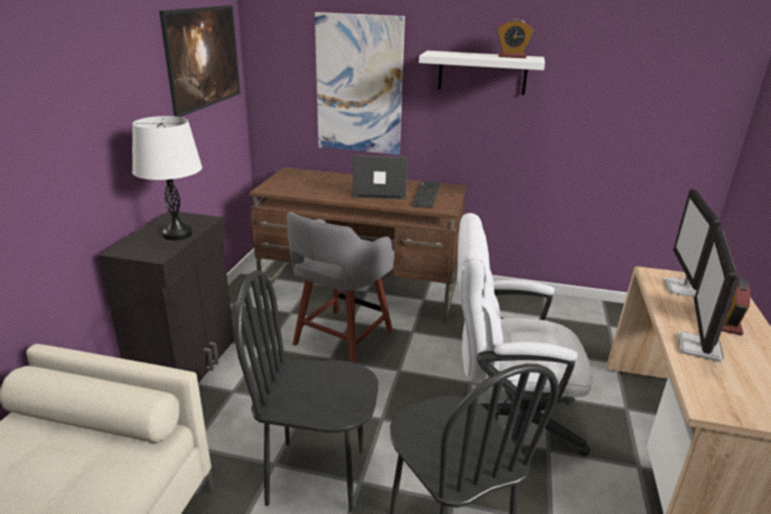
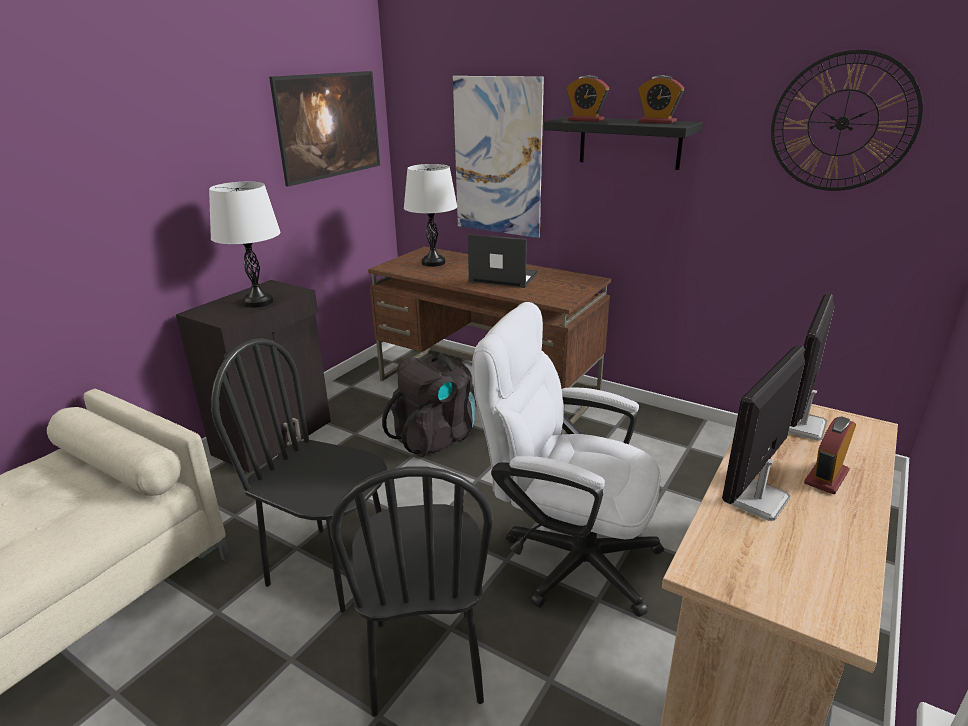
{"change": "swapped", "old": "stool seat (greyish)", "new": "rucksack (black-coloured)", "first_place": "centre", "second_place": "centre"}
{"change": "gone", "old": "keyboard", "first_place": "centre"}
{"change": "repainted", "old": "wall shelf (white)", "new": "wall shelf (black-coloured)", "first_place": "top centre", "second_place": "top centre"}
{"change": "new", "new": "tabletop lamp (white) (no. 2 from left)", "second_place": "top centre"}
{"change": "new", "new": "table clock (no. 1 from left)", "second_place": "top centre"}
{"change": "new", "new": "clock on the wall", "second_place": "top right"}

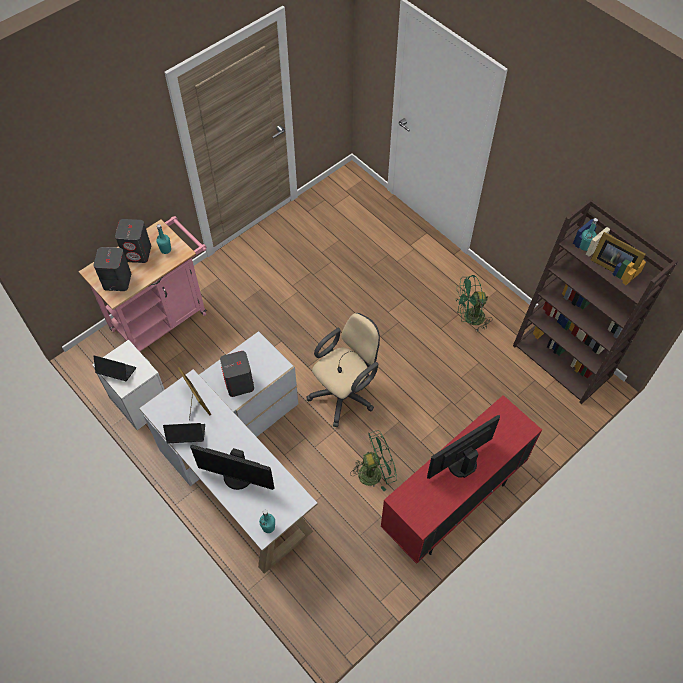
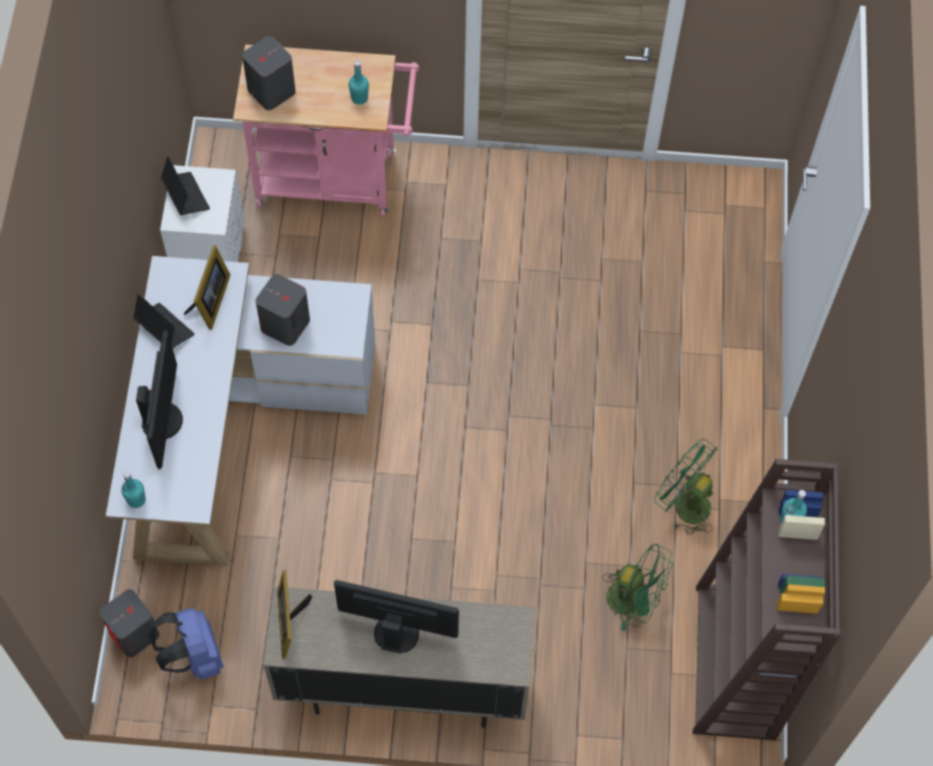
{"change": "shifted", "old": "loudspeaker (greyish) (no. 2 from left in the first image)", "new": "loudspeaker (greyish) (no. 1 from left)", "first_place": "middle left", "second_place": "bottom left"}
{"change": "rotated", "old": "computer display (no. 1 from left)", "first_place": "bottom centre", "second_place": "middle left", "degrees": -150}
{"change": "gone", "old": "office chair (beige-coloured)", "first_place": "centre"}
{"change": "shifted", "old": "cooling fan (green-coloured) (no. 1 from left)", "first_place": "bottom centre", "second_place": "bottom right"}
{"change": "repainted", "old": "storage cabinet (reddish)", "new": "storage cabinet (beige-coloured)", "first_place": "bottom right", "second_place": "bottom centre"}
{"change": "shifted", "old": "photo frame (no. 2 from left)", "first_place": "middle right", "second_place": "bottom left"}
{"change": "new", "new": "rucksack (blue)", "second_place": "bottom left"}

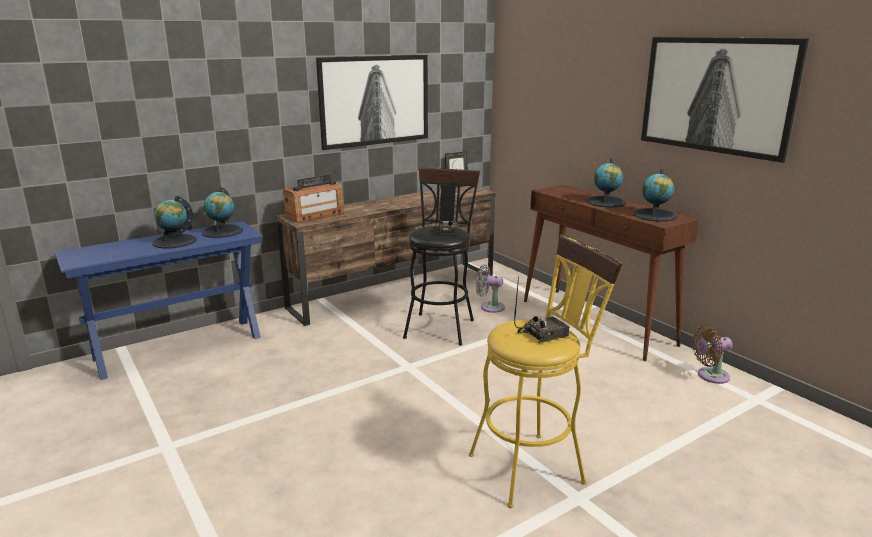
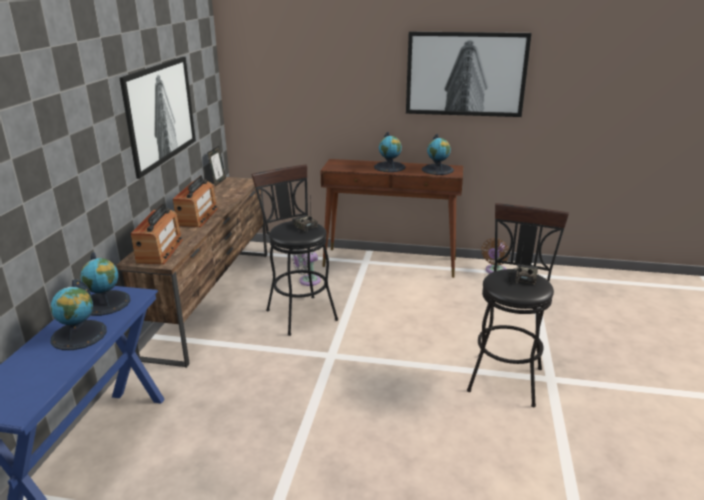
{"change": "repainted", "old": "stool seat (yellow-coloured)", "new": "stool seat (black-coloured) (no. 2 from left)", "first_place": "bottom centre", "second_place": "middle right"}
{"change": "new", "new": "radio (no. 2 from left)", "second_place": "middle left"}

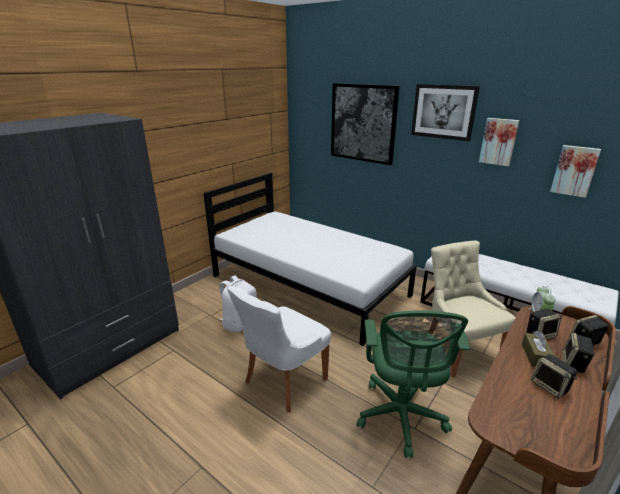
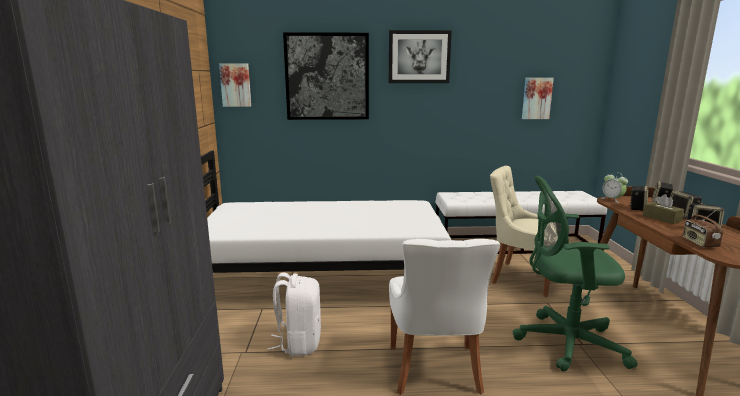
{"change": "rotated", "old": "office chair (green-coloured)", "first_place": "bottom centre", "second_place": "bottom right", "degrees": 135}
{"change": "shifted", "old": "wall picture (no. 3 from left in the first image)", "new": "wall picture (no. 1 from left)", "first_place": "top right", "second_place": "top left"}
{"change": "new", "new": "radio", "second_place": "middle right"}

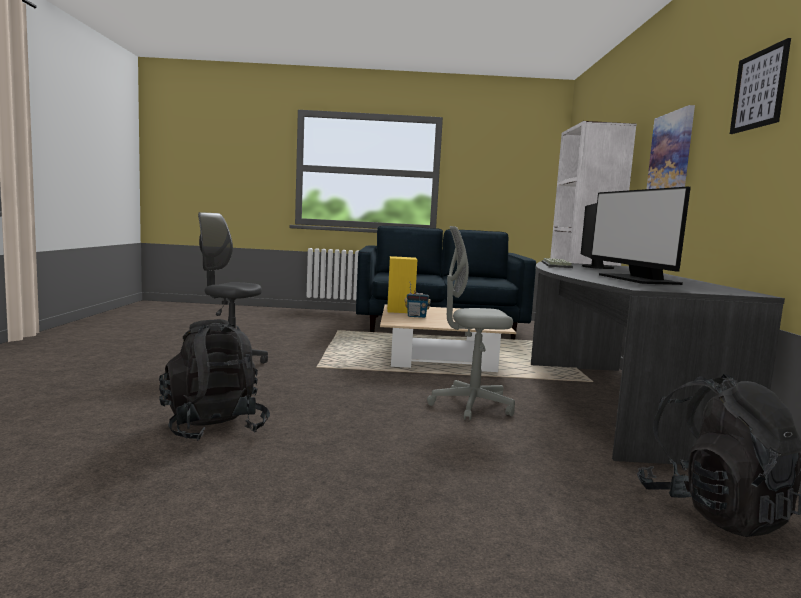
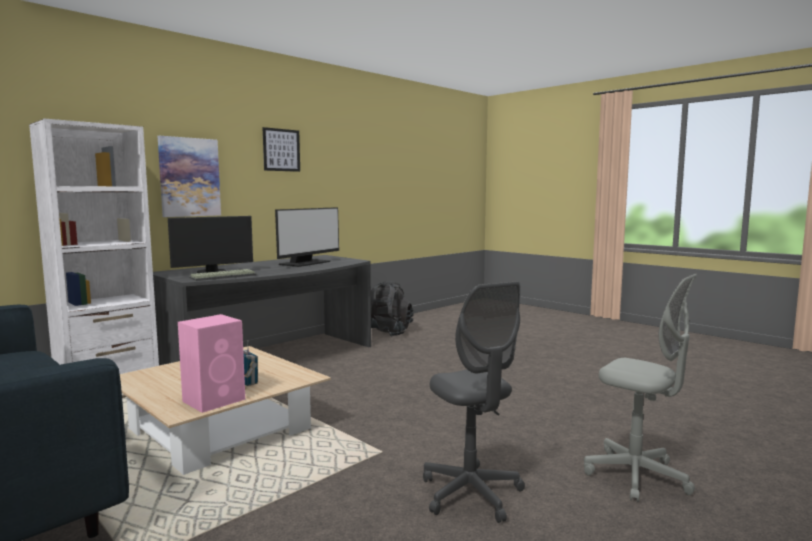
{"change": "gone", "old": "rucksack (black-coloured) (no. 1 from left)", "first_place": "middle left"}
{"change": "repainted", "old": "loudspeaker (yellow-coloured)", "new": "loudspeaker (pink)", "first_place": "centre", "second_place": "bottom left"}
{"change": "shifted", "old": "office chair (greyish) (no. 2 from left)", "first_place": "centre", "second_place": "bottom right"}

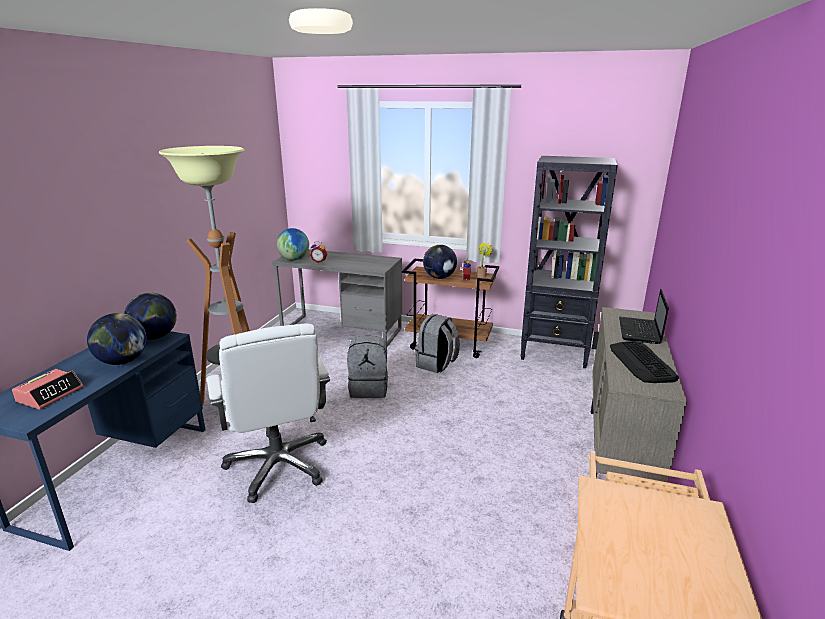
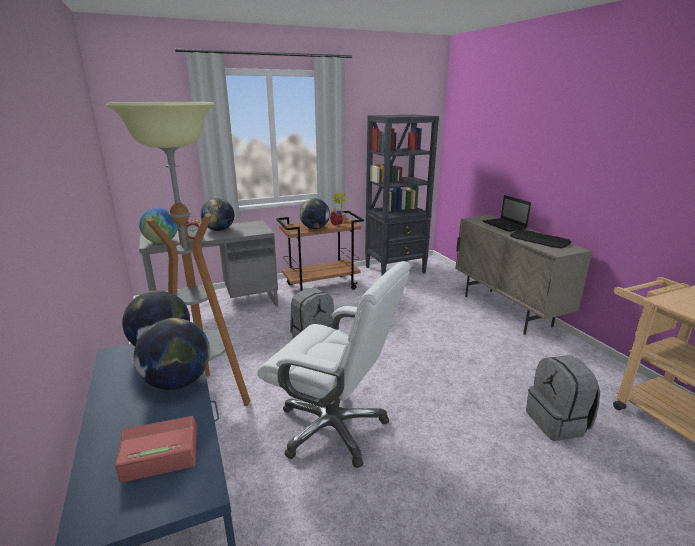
{"change": "rotated", "old": "table clock (no. 1 from left)", "first_place": "middle left", "second_place": "bottom left", "degrees": -90}
{"change": "shifted", "old": "rucksack (greyish) (no. 2 from left)", "first_place": "centre", "second_place": "bottom right"}
{"change": "new", "new": "globe (no. 4 from left)", "second_place": "middle left"}

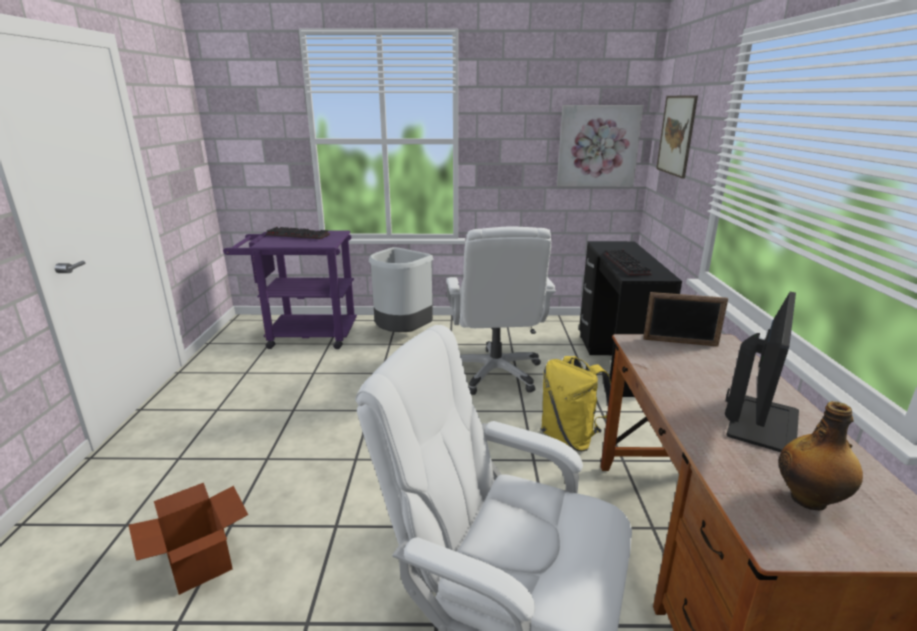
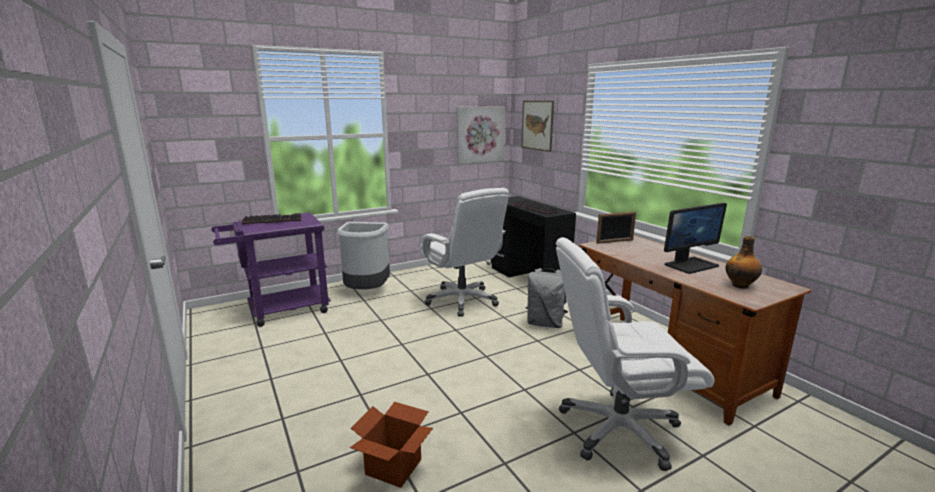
{"change": "repainted", "old": "rucksack (yellow-coloured)", "new": "rucksack (greyish)", "first_place": "centre", "second_place": "centre"}
{"change": "rotated", "old": "computer display", "first_place": "middle right", "second_place": "middle right", "degrees": 60}

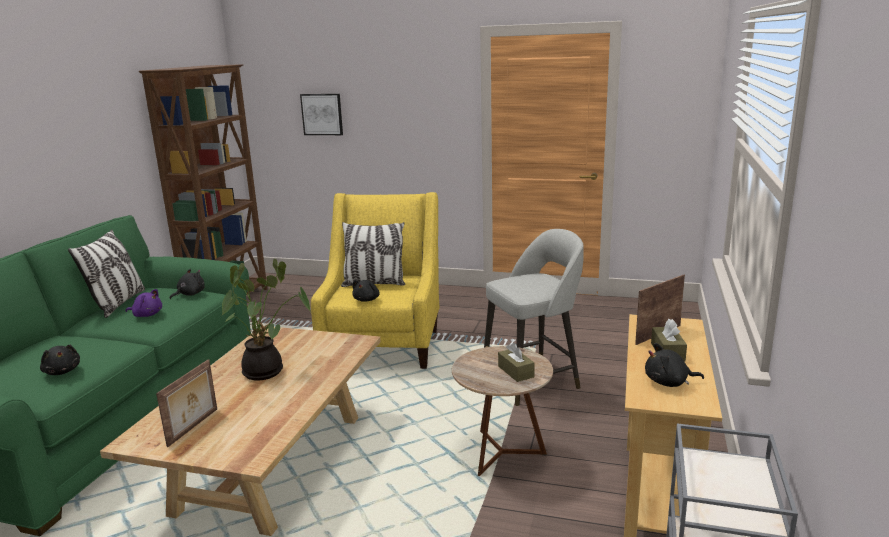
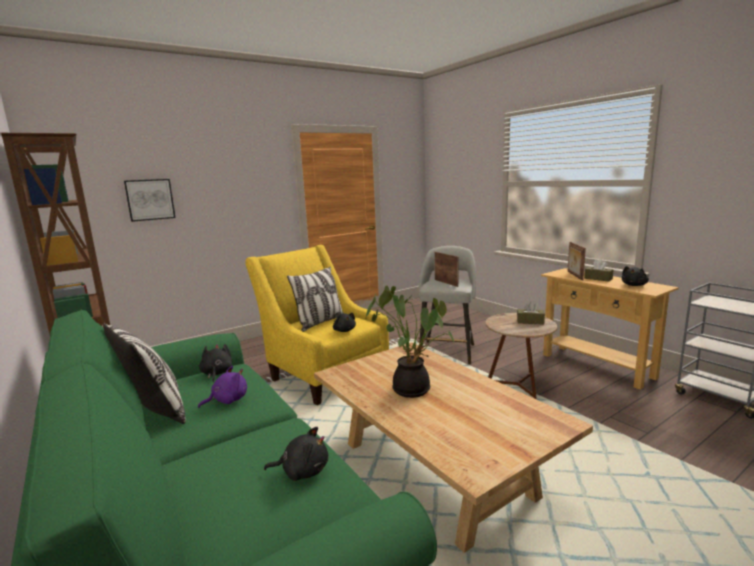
{"change": "shifted", "old": "photo frame (no. 1 from left)", "first_place": "bottom left", "second_place": "centre"}

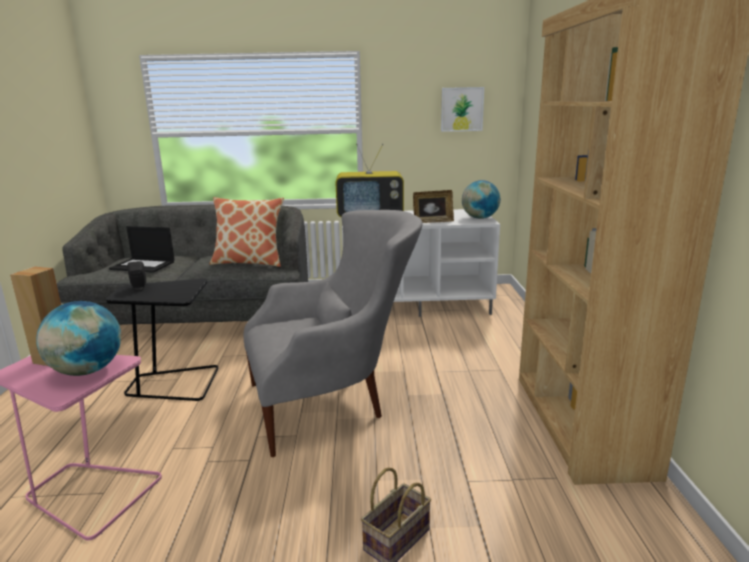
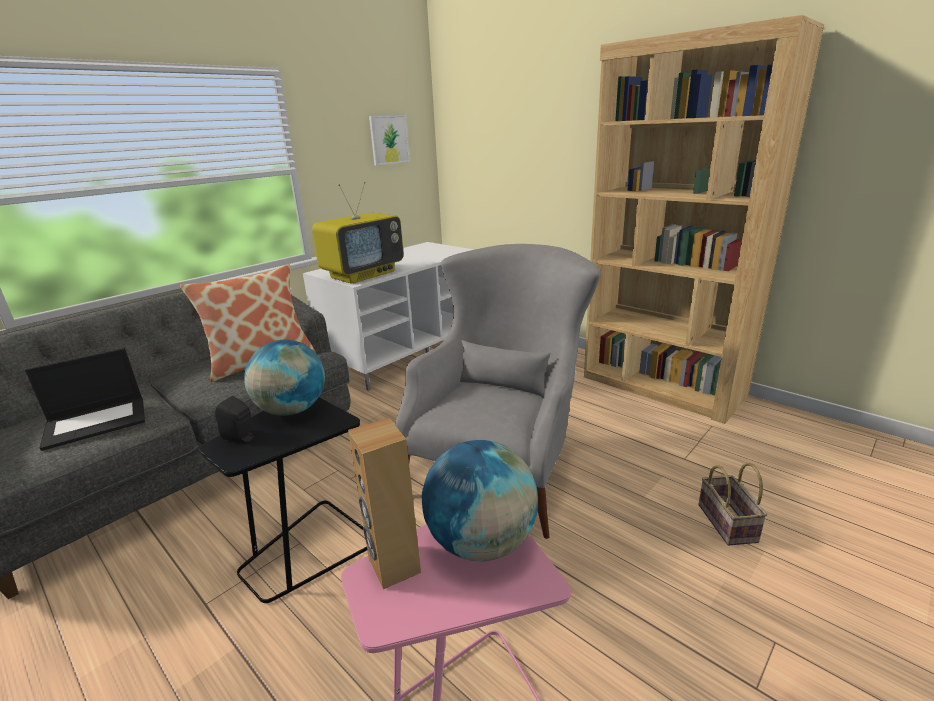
{"change": "gone", "old": "photo frame", "first_place": "centre"}
{"change": "shifted", "old": "globe (no. 2 from left in the first image)", "new": "globe (no. 1 from left)", "first_place": "centre", "second_place": "middle left"}

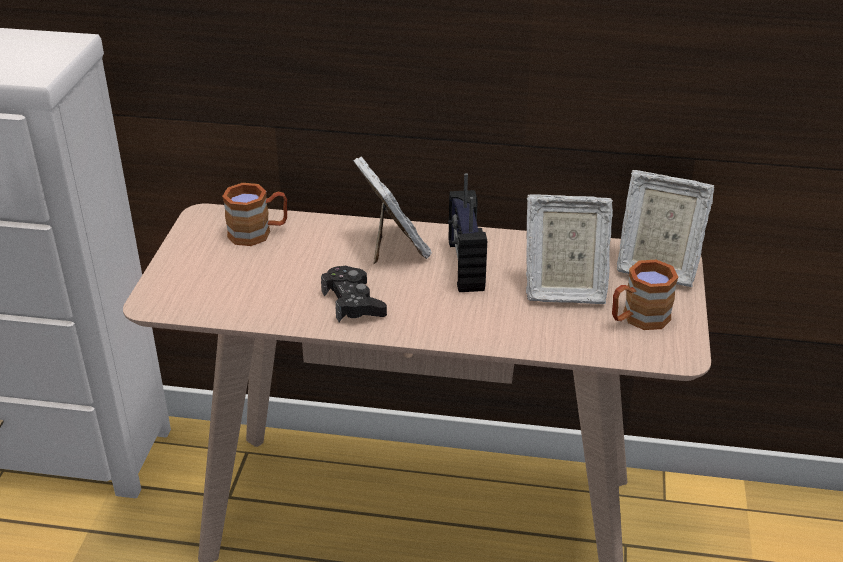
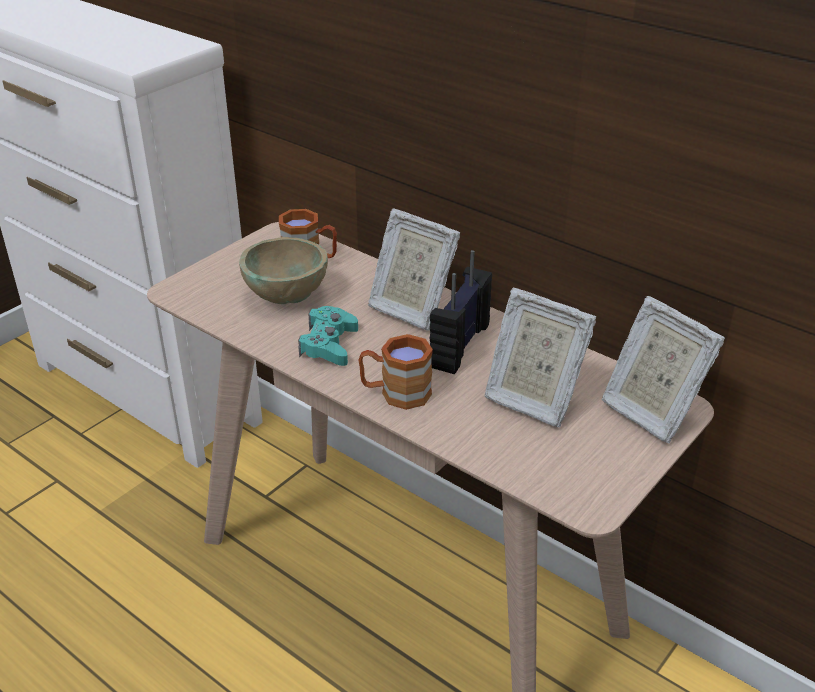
{"change": "repainted", "old": "game controller (black-coloured)", "new": "game controller (turquoise)", "first_place": "centre", "second_place": "centre"}
{"change": "rotated", "old": "photo frame (no. 1 from left)", "first_place": "centre", "second_place": "centre", "degrees": 120}
{"change": "shifted", "old": "mug (brown-coloured) (no. 2 from left)", "first_place": "middle right", "second_place": "centre"}
{"change": "new", "new": "bowl (beige-coloured)", "second_place": "centre"}

